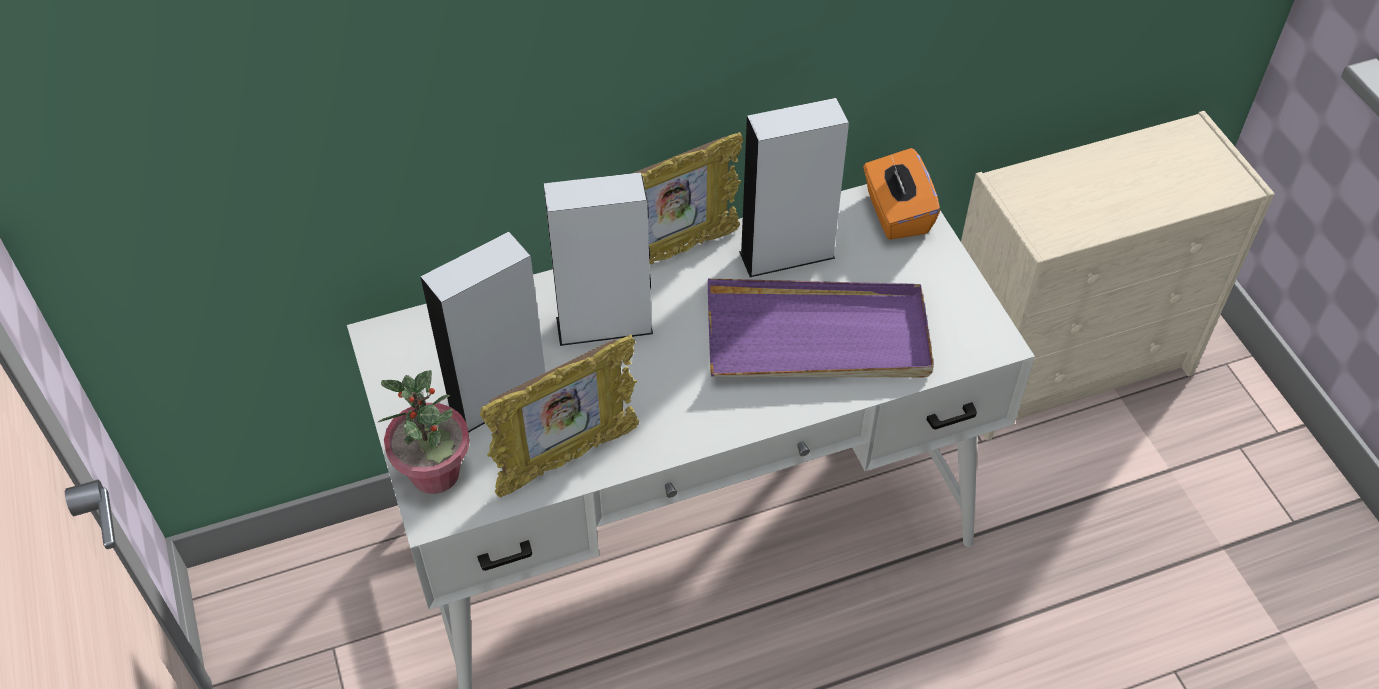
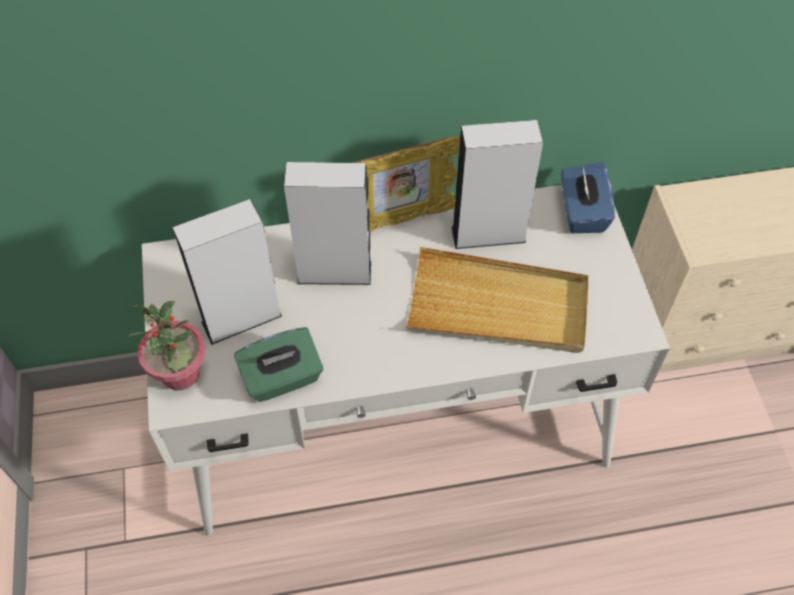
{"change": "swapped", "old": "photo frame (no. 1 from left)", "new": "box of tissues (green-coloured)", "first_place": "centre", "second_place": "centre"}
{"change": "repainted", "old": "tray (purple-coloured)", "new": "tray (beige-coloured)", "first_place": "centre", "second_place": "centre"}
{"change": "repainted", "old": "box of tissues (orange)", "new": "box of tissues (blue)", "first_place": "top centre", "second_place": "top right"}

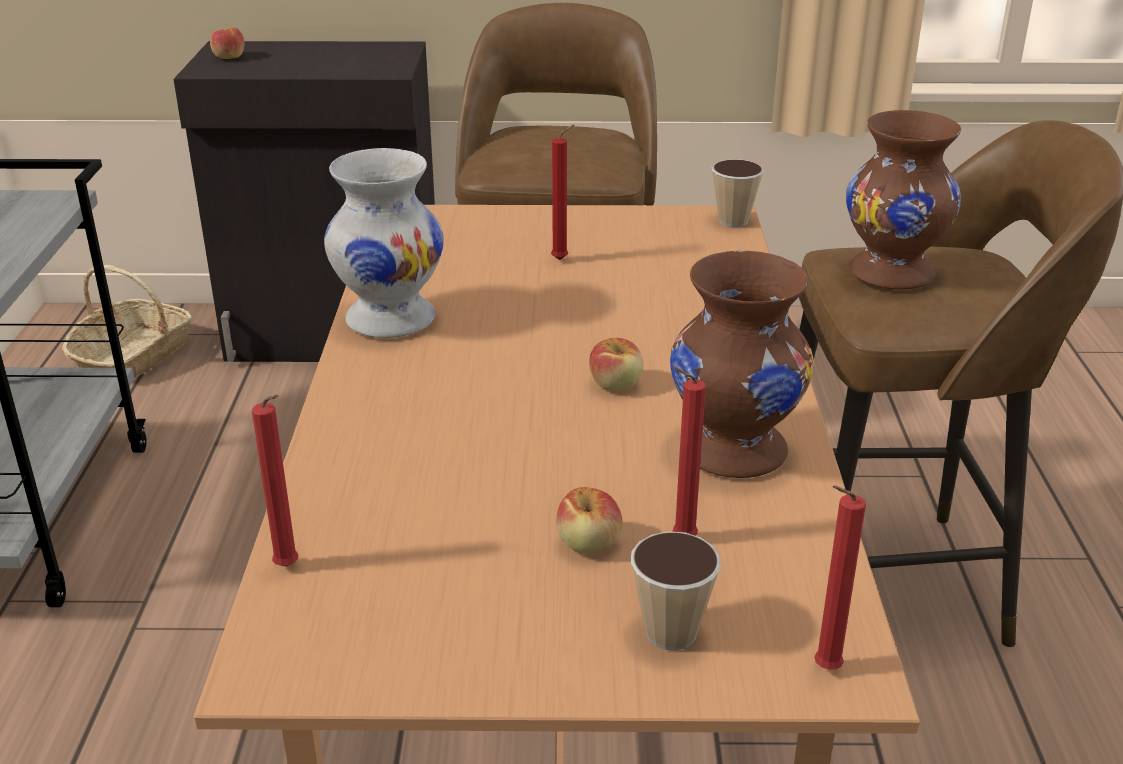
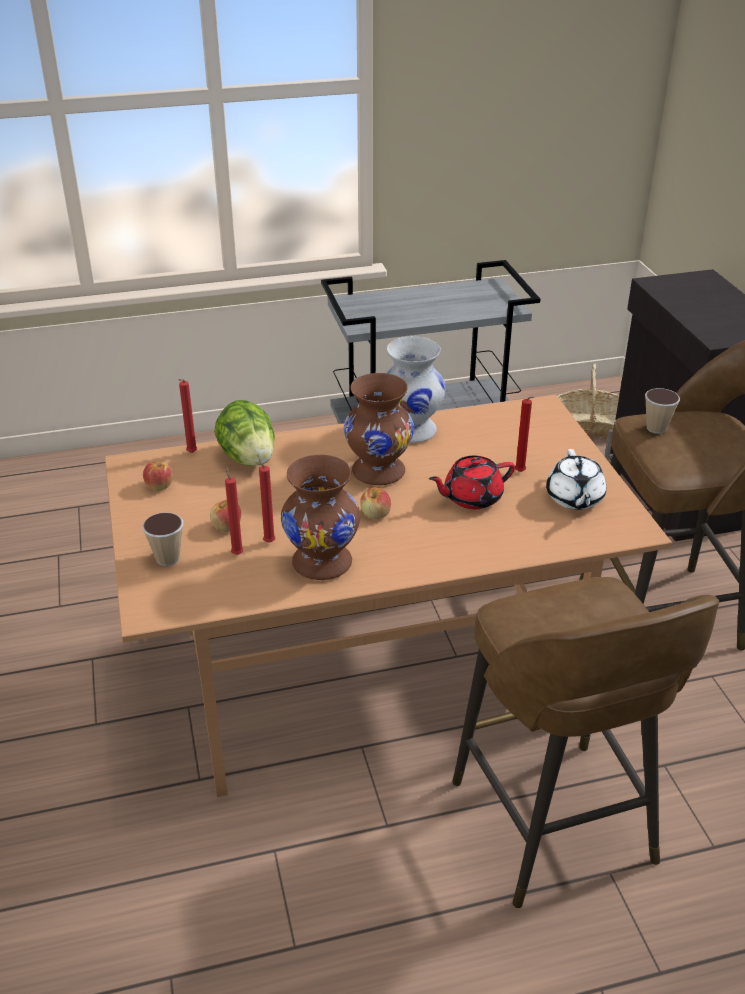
{"change": "shifted", "old": "apple fruit (no. 1 from left)", "first_place": "top left", "second_place": "middle left"}
{"change": "shifted", "old": "cup (no. 2 from left)", "first_place": "top centre", "second_place": "middle right"}
{"change": "shifted", "old": "wax light (reddish) (no. 4 from left in the first image)", "new": "wax light (reddish) (no. 3 from left)", "first_place": "bottom right", "second_place": "centre"}
{"change": "shifted", "old": "flower vase (brown-coloured) (no. 2 from left)", "first_place": "top right", "second_place": "centre"}
{"change": "new", "new": "lettuce", "second_place": "middle left"}
{"change": "new", "new": "tea pot (reddish)", "second_place": "centre"}
{"change": "new", "new": "tea pot (white)", "second_place": "middle right"}

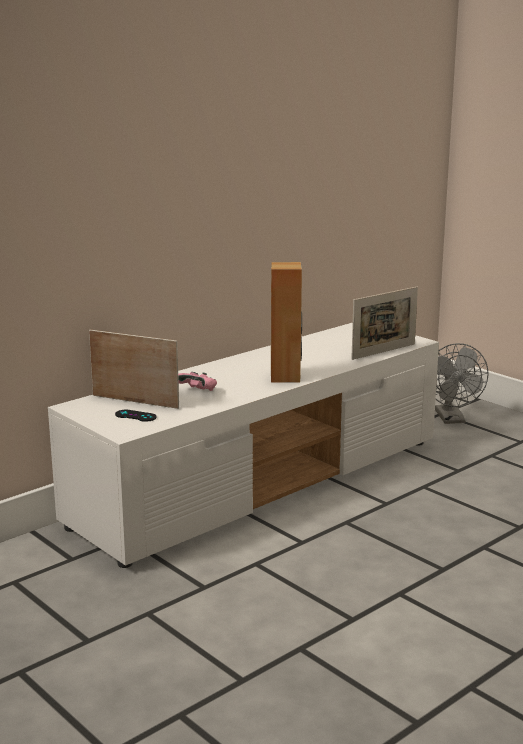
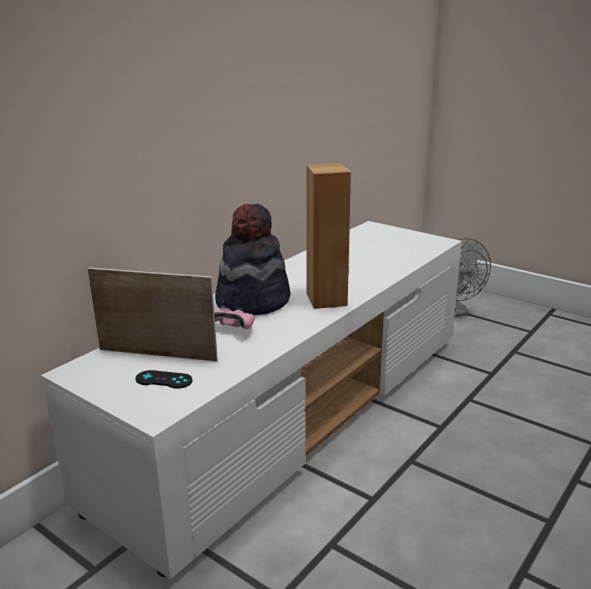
{"change": "gone", "old": "photo frame (no. 2 from left)", "first_place": "middle right"}
{"change": "new", "new": "wearable hat", "second_place": "centre"}

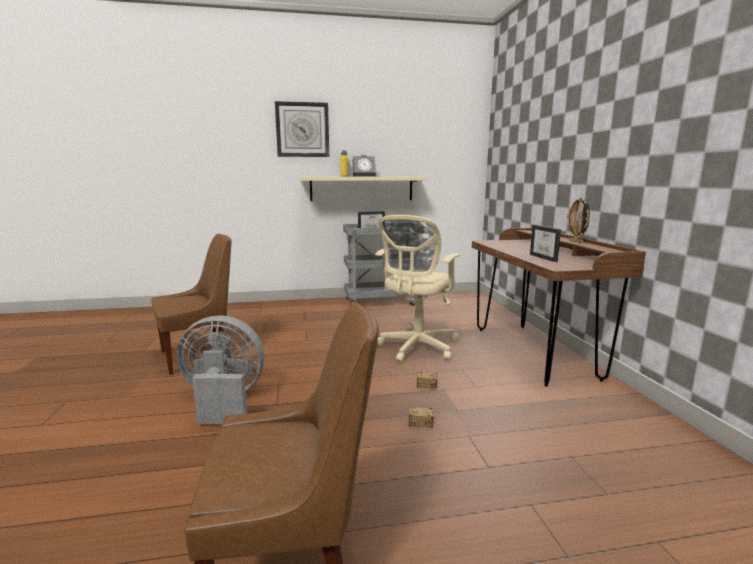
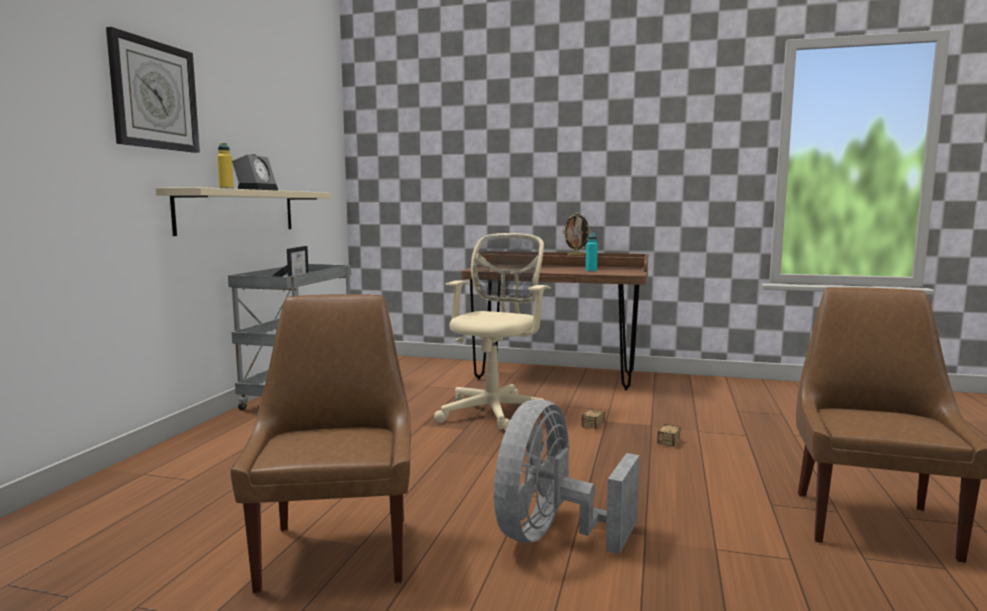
{"change": "rotated", "old": "office chair (beige-coloured)", "first_place": "centre", "second_place": "centre", "degrees": -120}
{"change": "swapped", "old": "photo frame (no. 2 from left)", "new": "bottle (turquoise)", "first_place": "middle right", "second_place": "centre"}

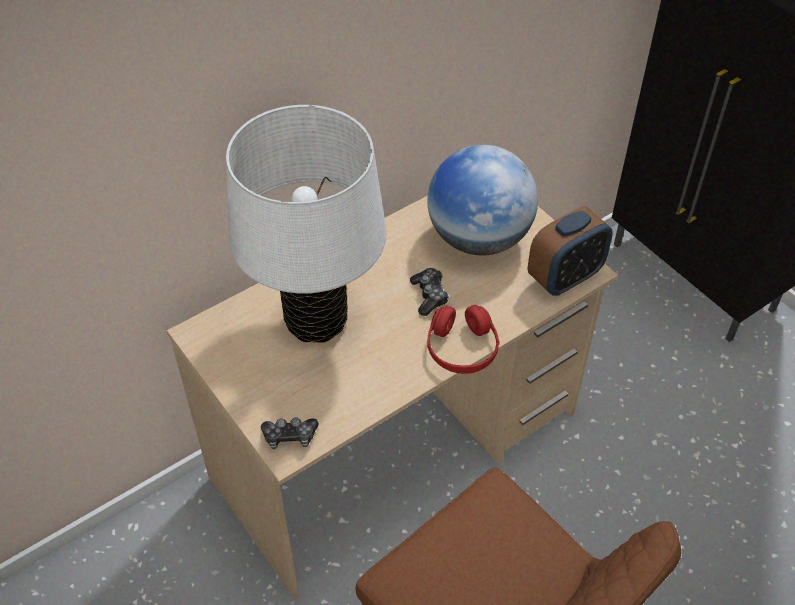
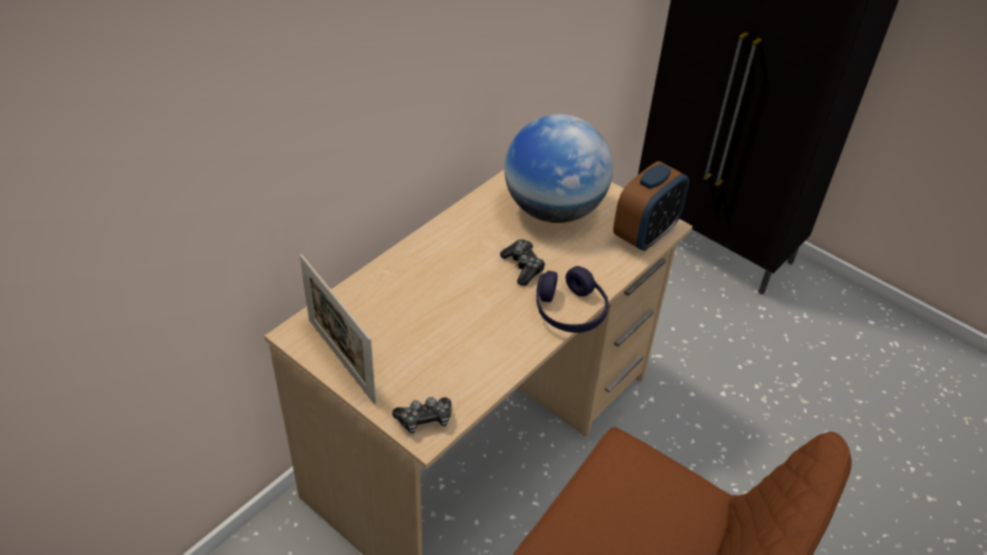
{"change": "gone", "old": "tabletop lamp (white)", "first_place": "centre"}
{"change": "repainted", "old": "pair of headphones (reddish)", "new": "pair of headphones (purple-coloured)", "first_place": "centre", "second_place": "centre"}
{"change": "new", "new": "photo frame", "second_place": "centre"}

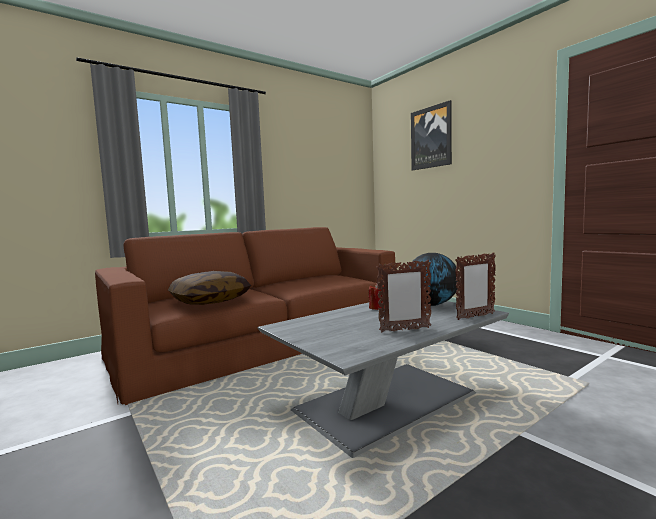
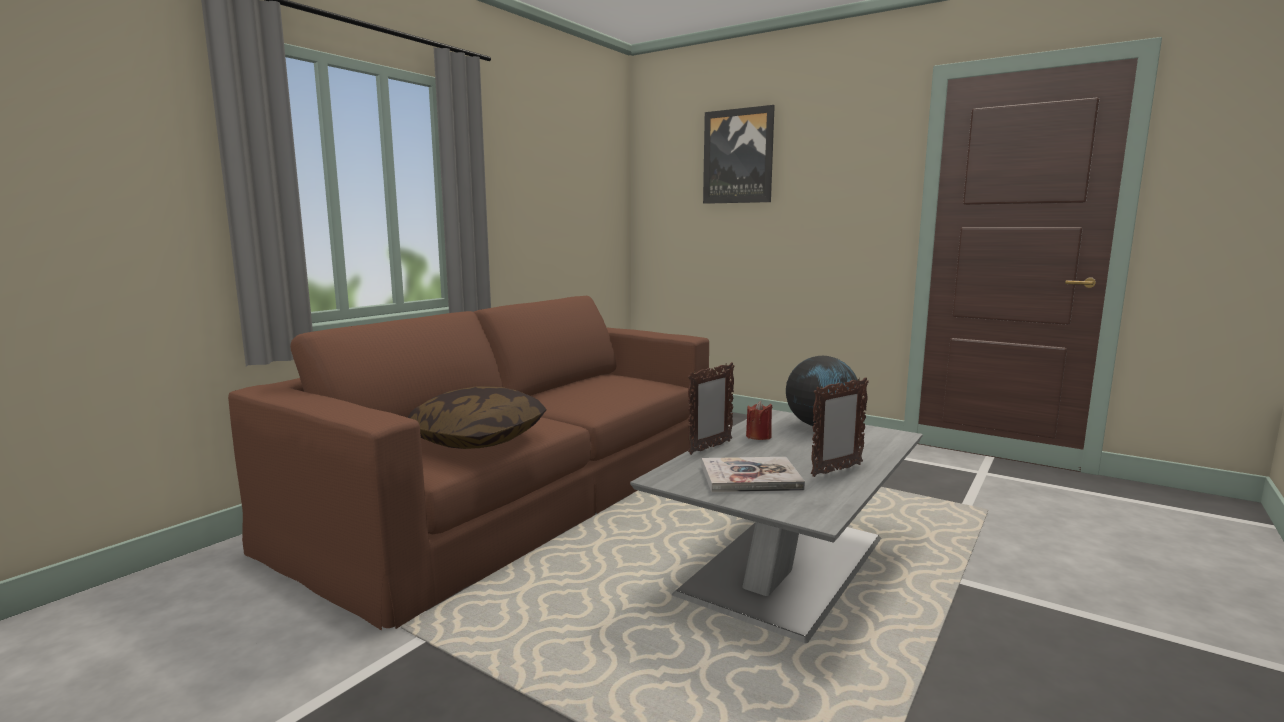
{"change": "shifted", "old": "photo frame (no. 2 from left in the first image)", "new": "photo frame (no. 1 from left)", "first_place": "middle right", "second_place": "centre"}
{"change": "new", "new": "bound book", "second_place": "centre"}

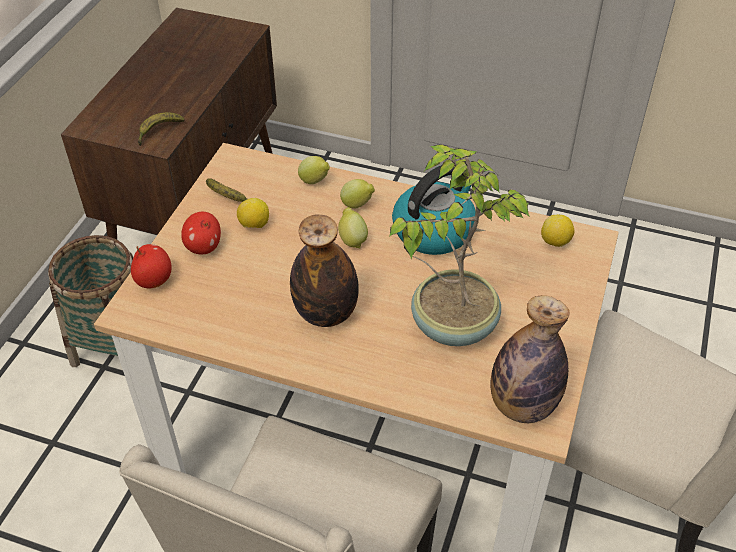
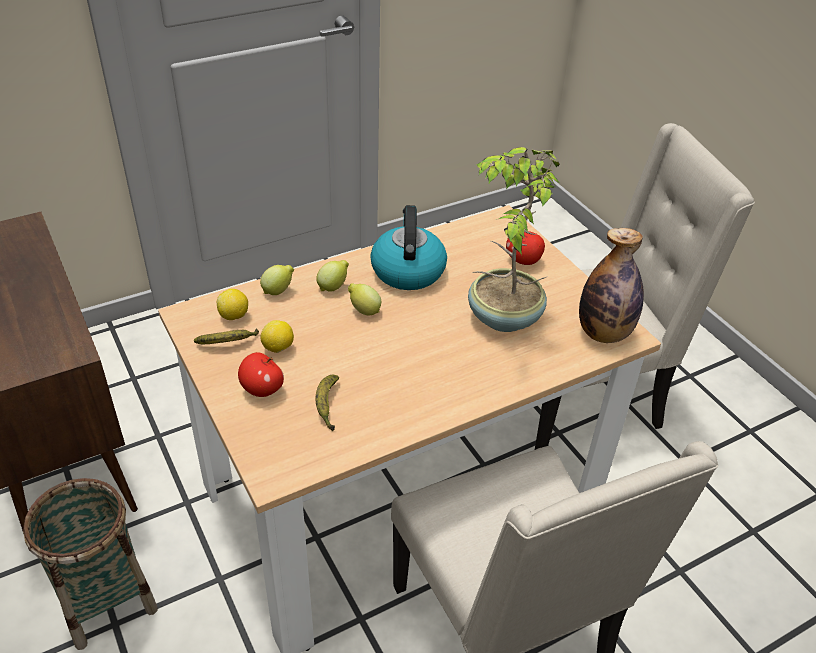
{"change": "shifted", "old": "apple fruit (no. 1 from left in the first image)", "new": "apple fruit (no. 2 from left)", "first_place": "middle left", "second_place": "centre"}
{"change": "shifted", "old": "banana (no. 1 from left in the first image)", "new": "banana (no. 2 from left)", "first_place": "top left", "second_place": "centre"}
{"change": "gone", "old": "bottle (no. 1 from left)", "first_place": "centre"}
{"change": "shifted", "old": "whole lemon (no. 5 from left in the first image)", "new": "whole lemon (no. 1 from left)", "first_place": "middle right", "second_place": "middle left"}

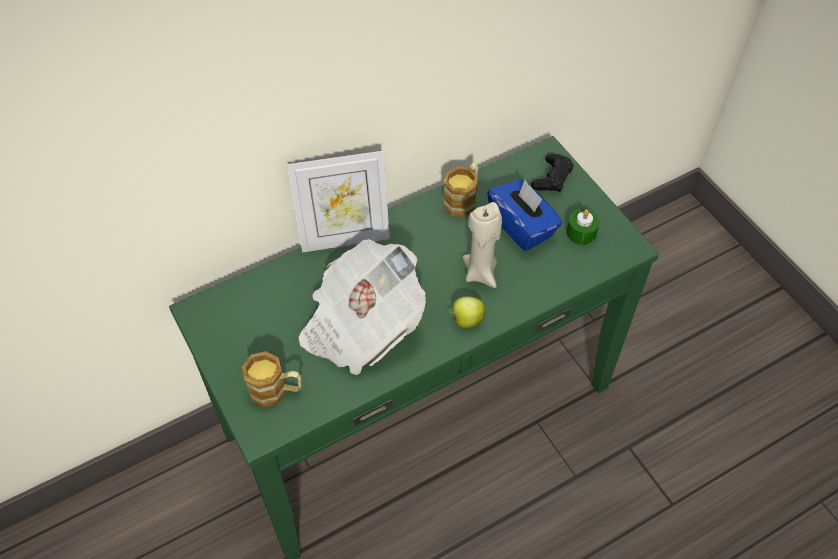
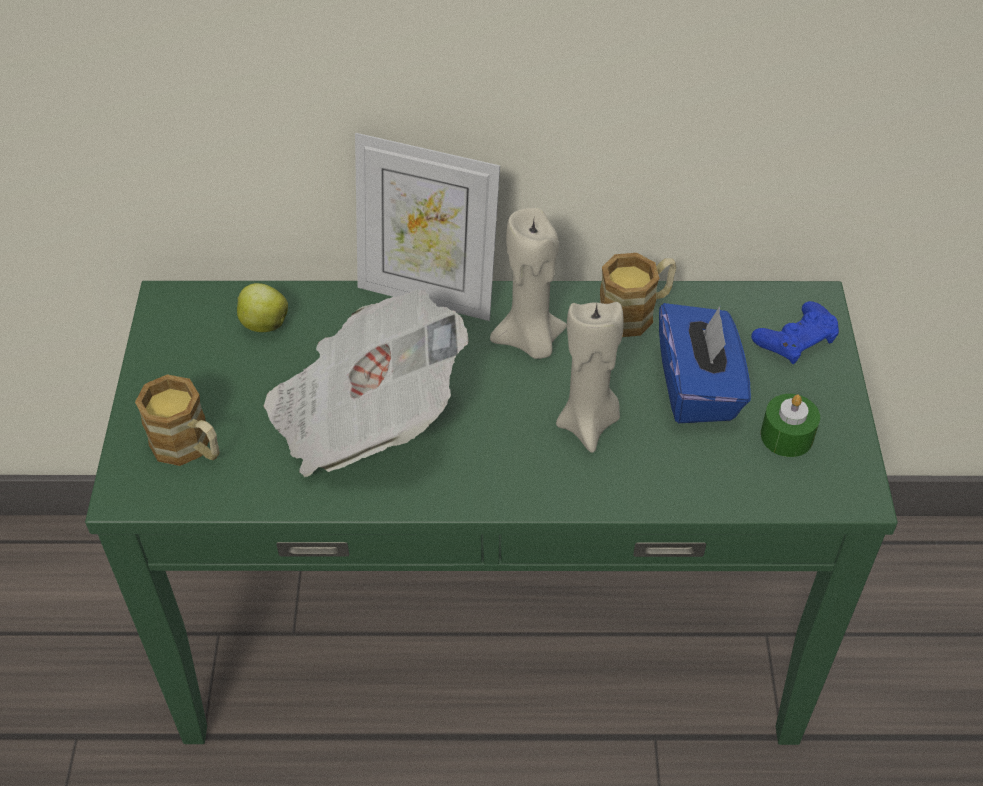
{"change": "shifted", "old": "apple fruit", "first_place": "centre", "second_place": "middle left"}
{"change": "repainted", "old": "game controller (black-coloured)", "new": "game controller (blue)", "first_place": "top centre", "second_place": "middle right"}
{"change": "new", "new": "wax light (beige-coloured) (no. 1 from left)", "second_place": "centre"}

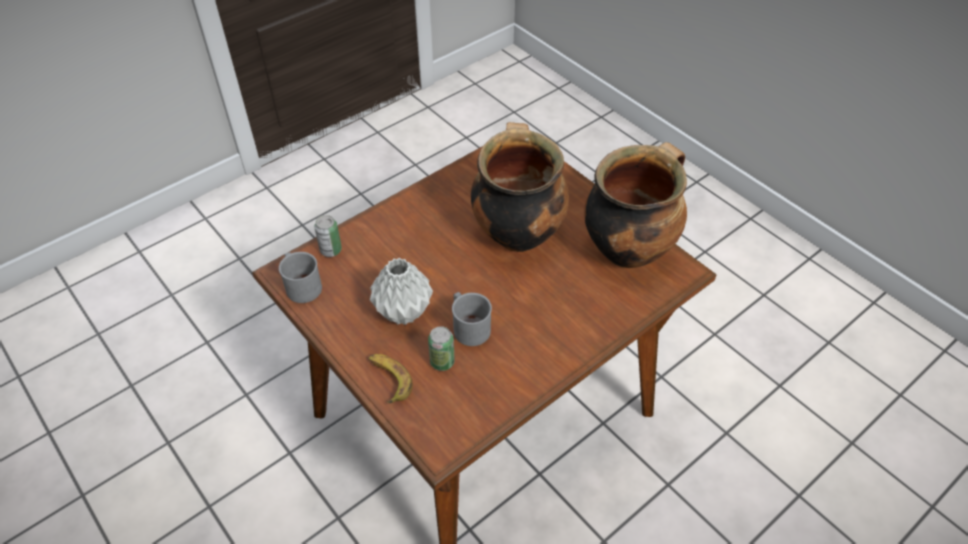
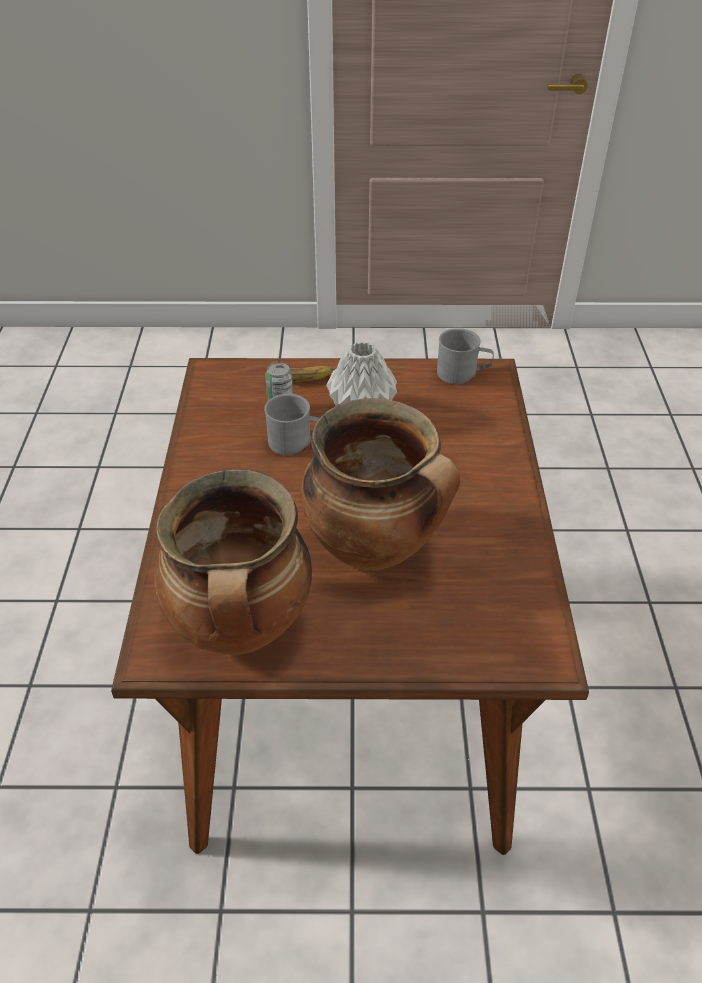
{"change": "gone", "old": "sealed can (no. 1 from left)", "first_place": "centre"}

